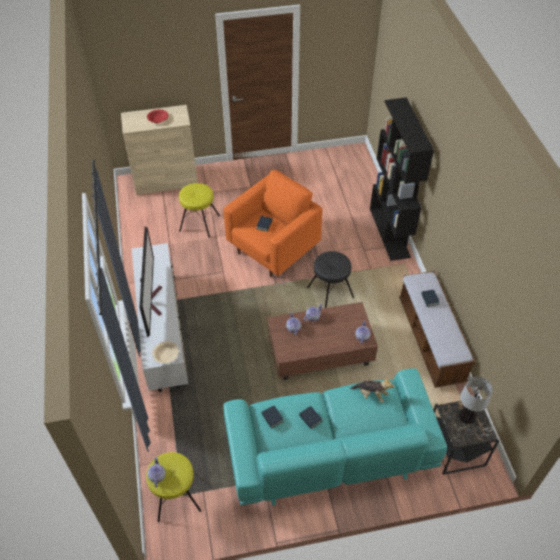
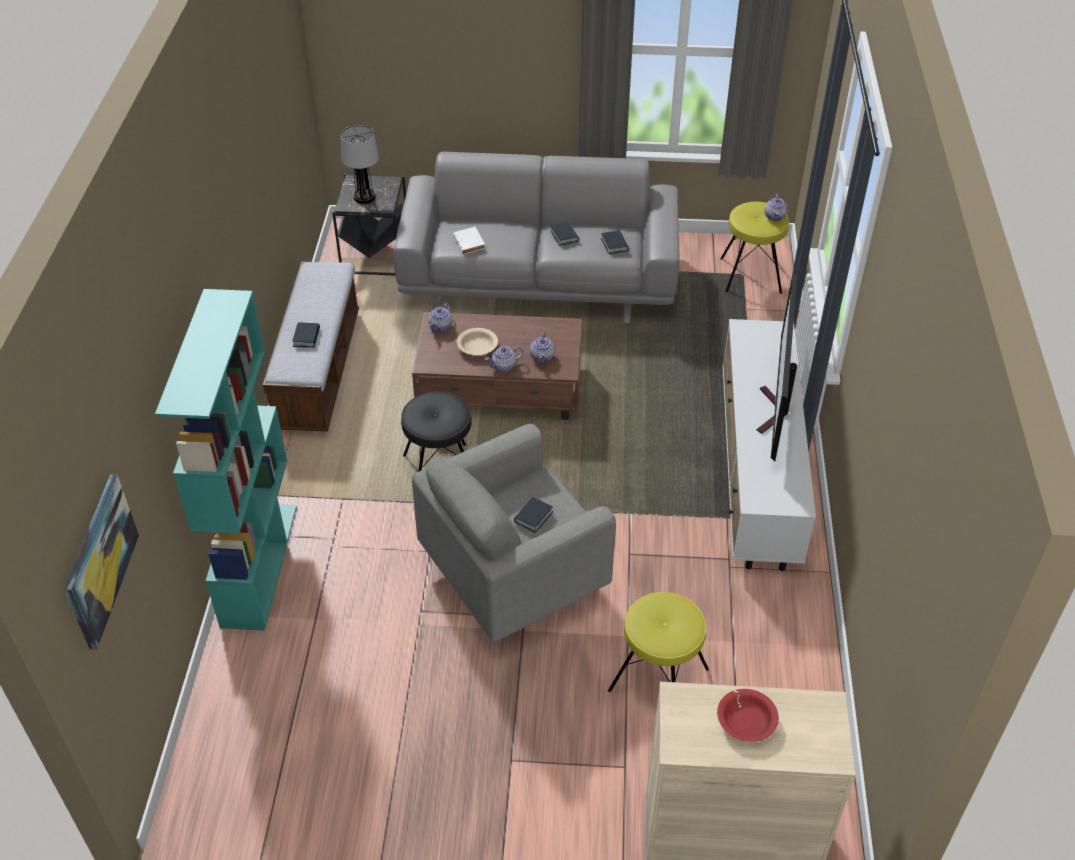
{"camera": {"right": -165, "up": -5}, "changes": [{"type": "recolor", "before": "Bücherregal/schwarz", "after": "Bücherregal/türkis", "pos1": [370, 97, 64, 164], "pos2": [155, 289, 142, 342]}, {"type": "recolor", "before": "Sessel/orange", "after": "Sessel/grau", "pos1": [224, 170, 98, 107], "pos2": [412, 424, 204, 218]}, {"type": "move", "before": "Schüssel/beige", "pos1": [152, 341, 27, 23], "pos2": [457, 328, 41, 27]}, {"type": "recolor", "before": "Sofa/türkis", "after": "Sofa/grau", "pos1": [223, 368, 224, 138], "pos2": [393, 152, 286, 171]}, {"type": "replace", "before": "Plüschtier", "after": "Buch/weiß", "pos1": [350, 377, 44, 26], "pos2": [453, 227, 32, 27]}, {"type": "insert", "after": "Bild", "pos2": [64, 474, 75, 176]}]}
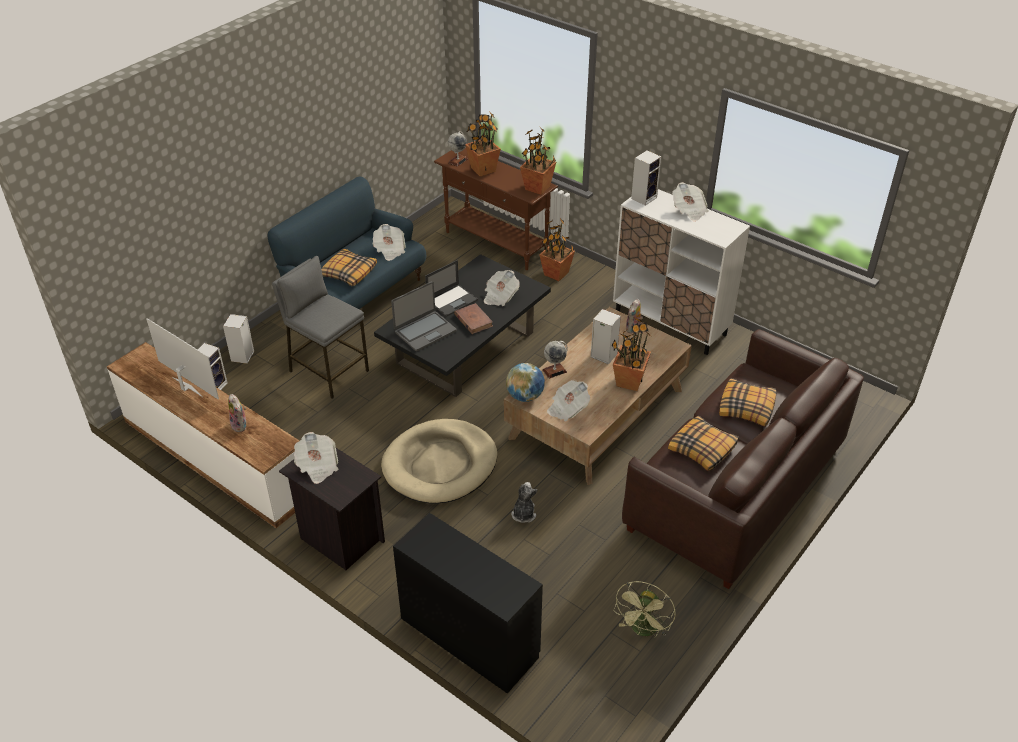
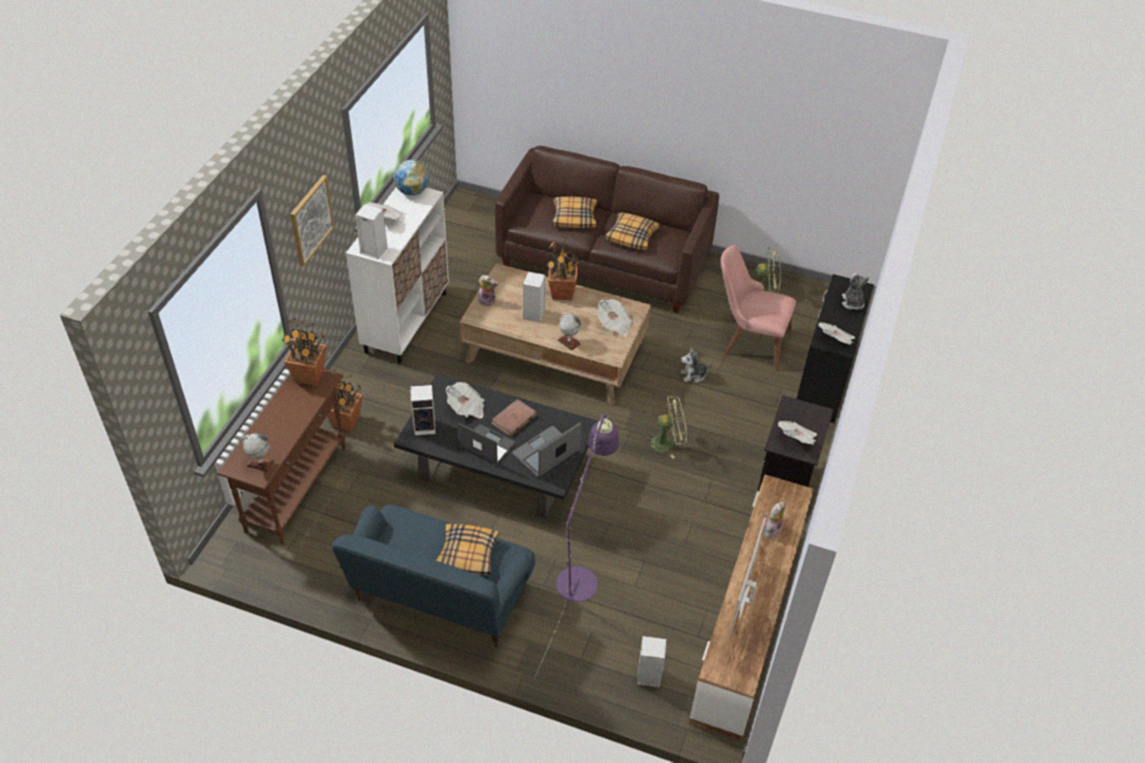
{"camera": {"right": -110, "up": 5}, "changes": [{"type": "delete", "before": "Topfpflanze", "pos1": [465, 111, 36, 65]}, {"type": "move", "before": "Zeitung", "pos1": [373, 224, 33, 37], "pos2": [818, 322, 37, 23]}, {"type": "replace", "before": "Hocker/grau", "after": "Stehlampe/lila", "pos1": [272, 256, 97, 143], "pos2": [534, 414, 85, 266]}, {"type": "rotate", "before": "Laptop", "pos1": [391, 281, 66, 70], "pos2": [512, 422, 69, 55], "turn": -75}, {"type": "move", "before": "Lautsprecher", "pos1": [223, 314, 31, 50], "pos2": [410, 385, 26, 50]}, {"type": "move", "before": "Globus", "pos1": [506, 363, 39, 39], "pos2": [393, 160, 36, 36]}, {"type": "replace", "before": "Hundebett/beige", "after": "Ventilator/grün", "pos1": [381, 419, 116, 85], "pos2": [645, 395, 42, 64]}, {"type": "insert", "after": "Bild", "pos2": [290, 175, 45, 91]}, {"type": "insert", "after": "Stuhl/rosa", "pos2": [721, 245, 75, 126]}, {"type": "insert", "after": "Plüschtier", "pos2": [842, 273, 28, 37]}]}
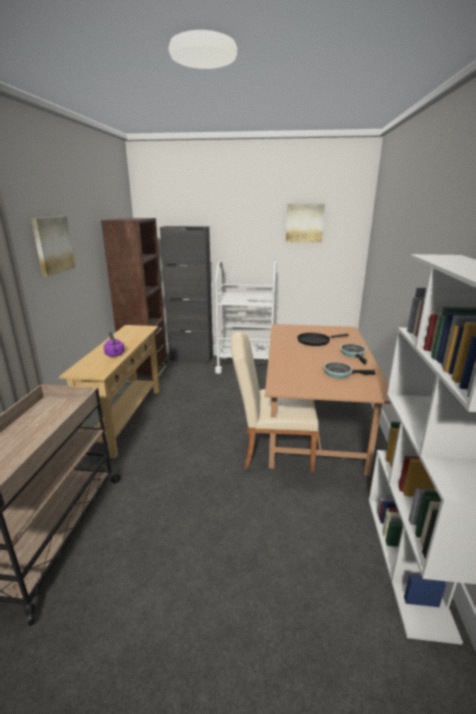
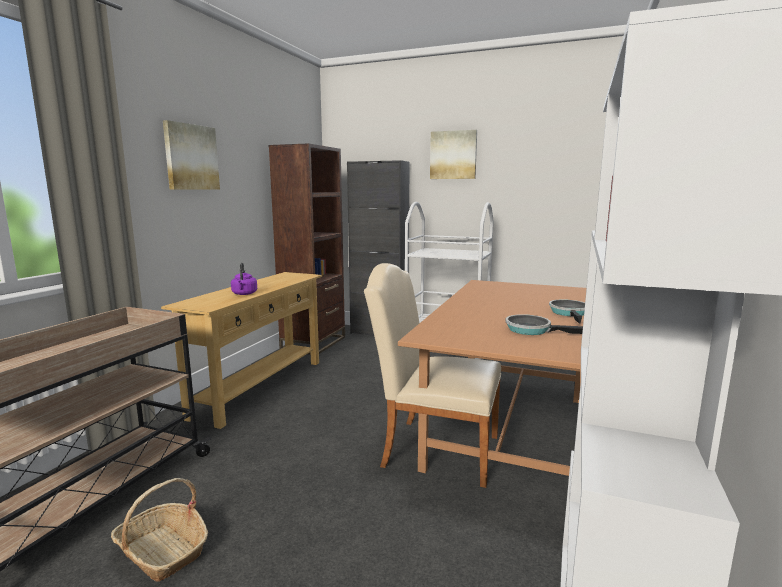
{"camera": {"right": 15, "up": -10}, "changes": [{"type": "move", "before": "Bild", "pos1": [286, 204, 39, 38], "pos2": [430, 130, 47, 49]}, {"type": "delete", "before": "Pfanne/schwarz", "pos1": [297, 333, 52, 13]}, {"type": "insert", "after": "Korb", "pos2": [111, 478, 97, 104]}]}
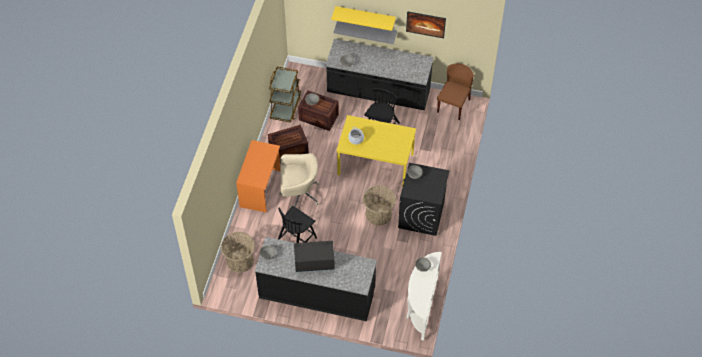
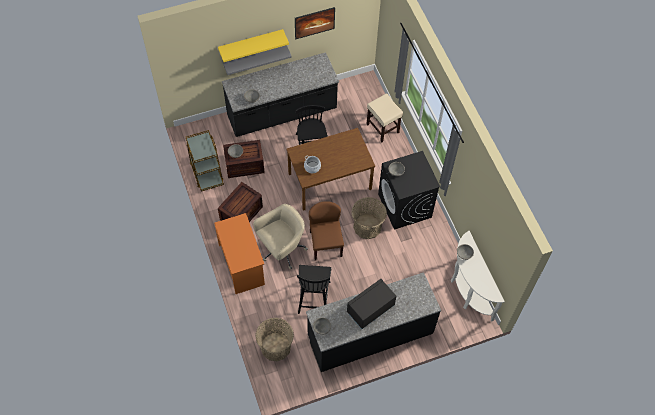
{"camera": {"right": -35, "up": 5}, "changes": [{"type": "move", "before": "Stuhl/braun", "pos1": [437, 63, 37, 57], "pos2": [309, 201, 35, 60]}, {"type": "recolor", "before": "Esstisch/gelb", "after": "Esstisch/braun", "pos1": [336, 115, 80, 73], "pos2": [286, 128, 89, 83]}, {"type": "insert", "after": "Hocker/beige", "pos2": [366, 93, 37, 50]}]}
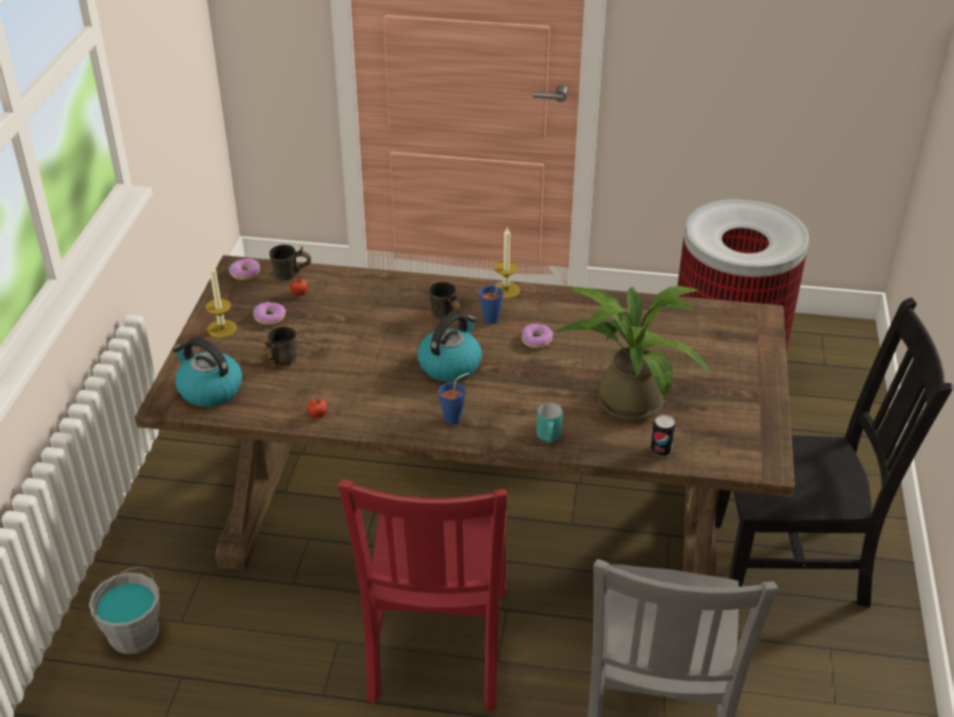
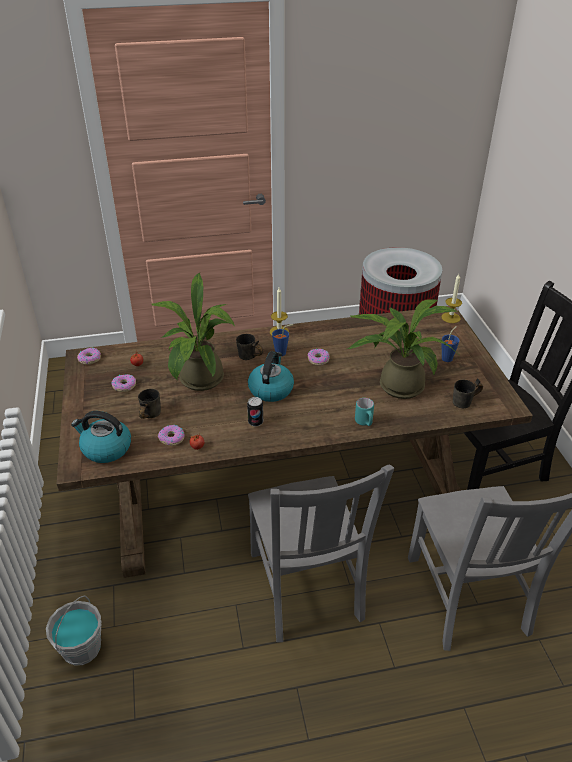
{"camera": {"right": -20, "up": 0}, "changes": [{"type": "move", "before": "Henkelbecher/grau", "pos1": [269, 245, 42, 35], "pos2": [453, 378, 30, 30]}, {"type": "move", "before": "Kerze", "pos1": [206, 265, 31, 73], "pos2": [441, 274, 21, 49]}, {"type": "move", "before": "Tasse/blau", "pos1": [439, 373, 30, 52], "pos2": [442, 326, 18, 36]}, {"type": "move", "before": "Dose", "pos1": [651, 415, 25, 42], "pos2": [247, 397, 16, 29]}, {"type": "recolor", "before": "Stuhl/rot", "after": "Stuhl/grau", "pos1": [338, 479, 169, 233], "pos2": [248, 465, 146, 177]}, {"type": "insert", "after": "Topfpflanze", "pos2": [152, 273, 83, 118]}, {"type": "insert", "after": "Donut", "pos2": [158, 425, 27, 21]}]}
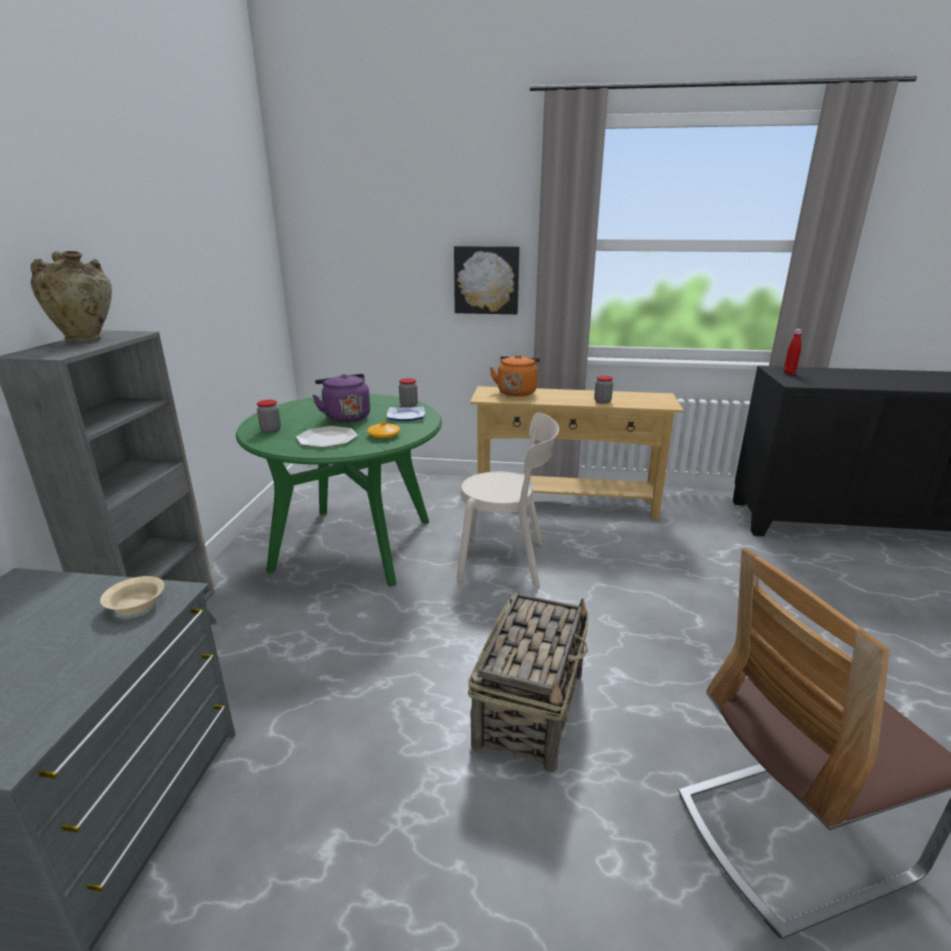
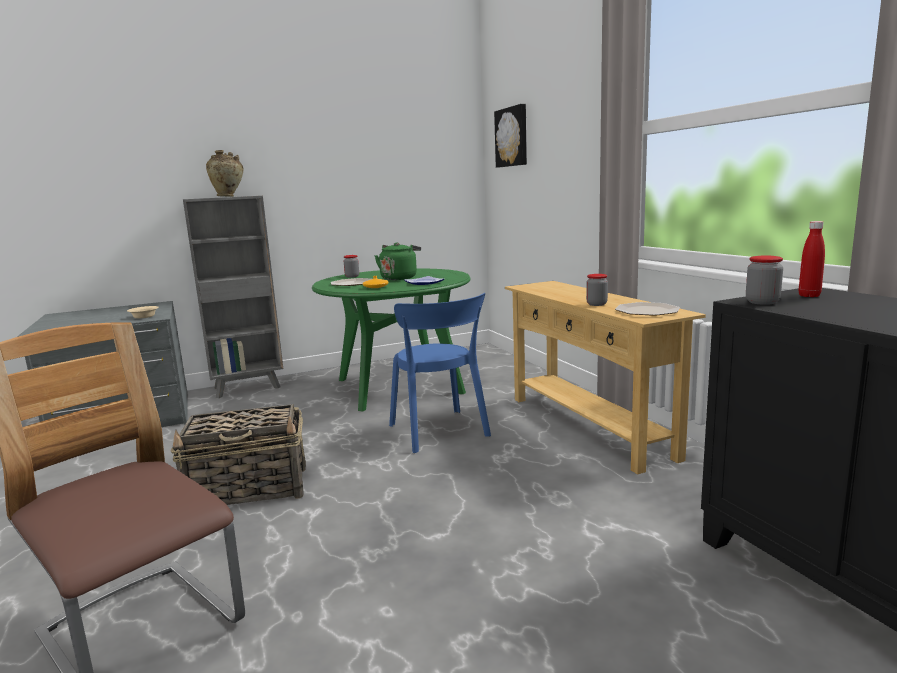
{"camera": {"right": 60, "up": -10}, "changes": [{"type": "move", "before": "Bild", "pos1": [454, 246, 66, 68], "pos2": [494, 104, 33, 64]}, {"type": "delete", "before": "Wasserkessel/orange", "pos1": [490, 355, 50, 41]}, {"type": "recolor", "before": "Wasserkessel/lila", "after": "Wasserkessel/grün", "pos1": [312, 374, 58, 49], "pos2": [374, 242, 47, 38]}, {"type": "move", "before": "Vorratsglas", "pos1": [399, 378, 19, 30], "pos2": [746, 256, 37, 49]}, {"type": "recolor", "before": "Stuhl/beige", "after": "Stuhl/blau", "pos1": [457, 413, 102, 174], "pos2": [389, 293, 102, 160]}, {"type": "insert", "after": "Teller", "pos2": [615, 302, 65, 14]}]}
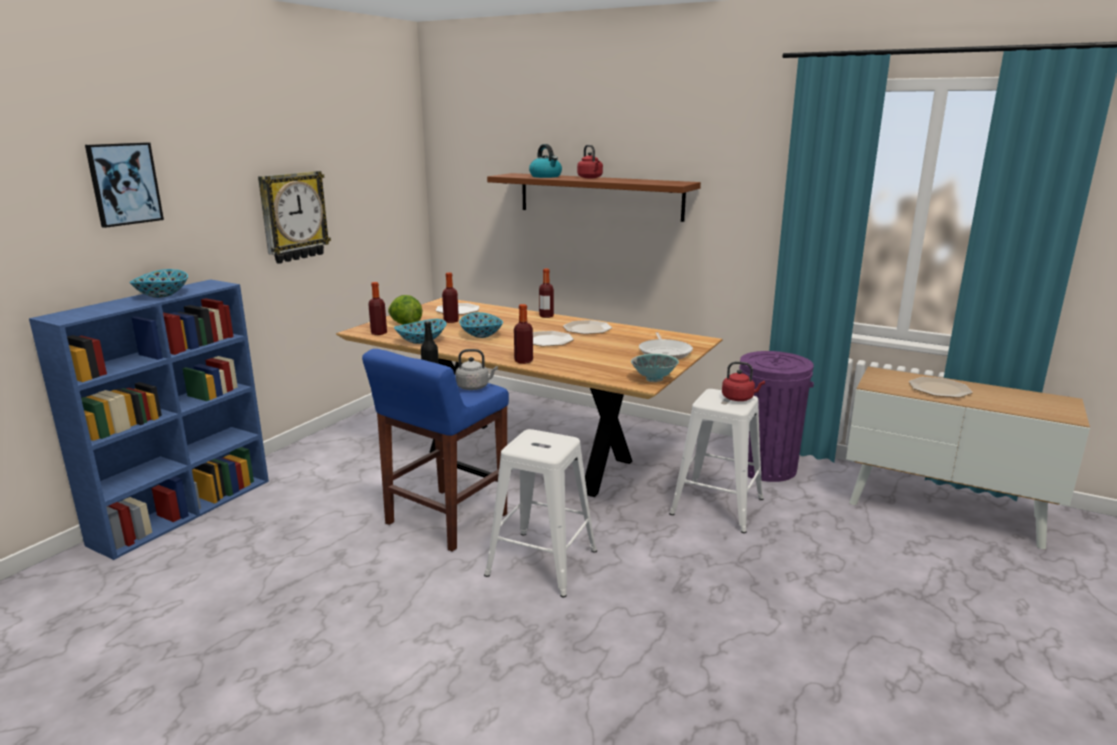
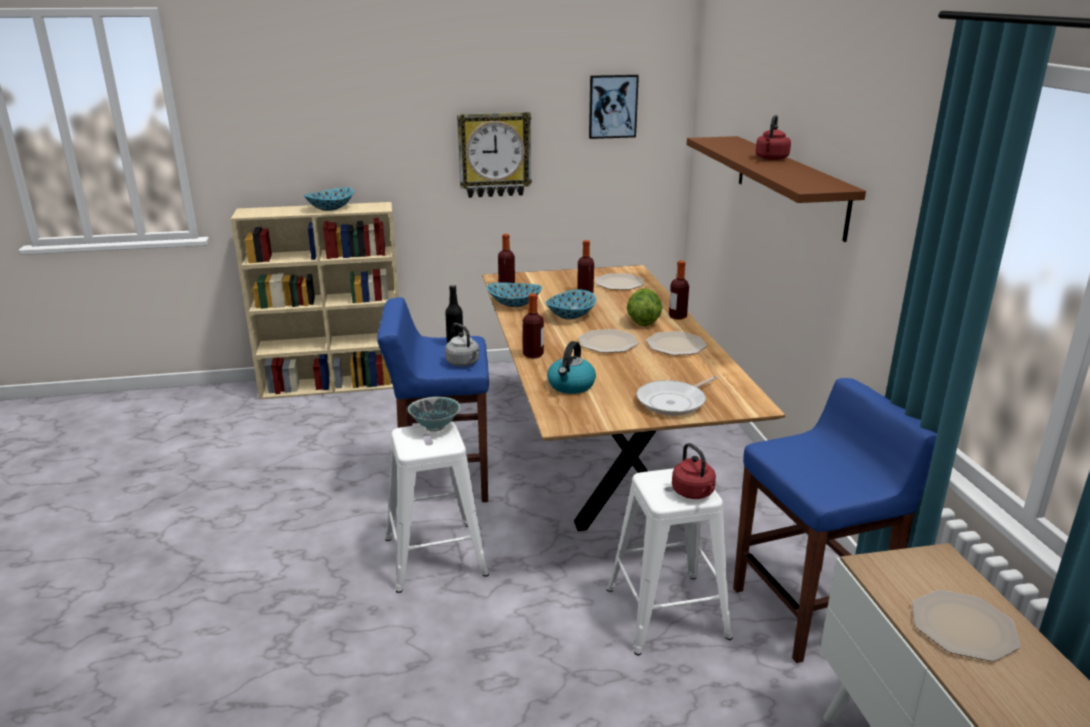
{"camera": {"right": 50, "up": 5}, "changes": [{"type": "move", "before": "Bild", "pos1": [85, 142, 79, 86], "pos2": [589, 75, 50, 64]}, {"type": "move", "before": "Wasserkessel", "pos1": [529, 144, 33, 34], "pos2": [547, 341, 49, 53]}, {"type": "recolor", "before": "Bücherregal/blau", "after": "Bücherregal/beige", "pos1": [29, 279, 240, 281], "pos2": [231, 202, 168, 197]}, {"type": "move", "before": "Salatkopf", "pos1": [388, 295, 34, 30], "pos2": [627, 288, 35, 38]}, {"type": "replace", "before": "Mülleimer/lila", "after": "Hocker/blau", "pos1": [739, 351, 75, 131], "pos2": [733, 378, 204, 285]}, {"type": "move", "before": "Schüssel", "pos1": [631, 354, 48, 28], "pos2": [408, 397, 52, 35]}]}
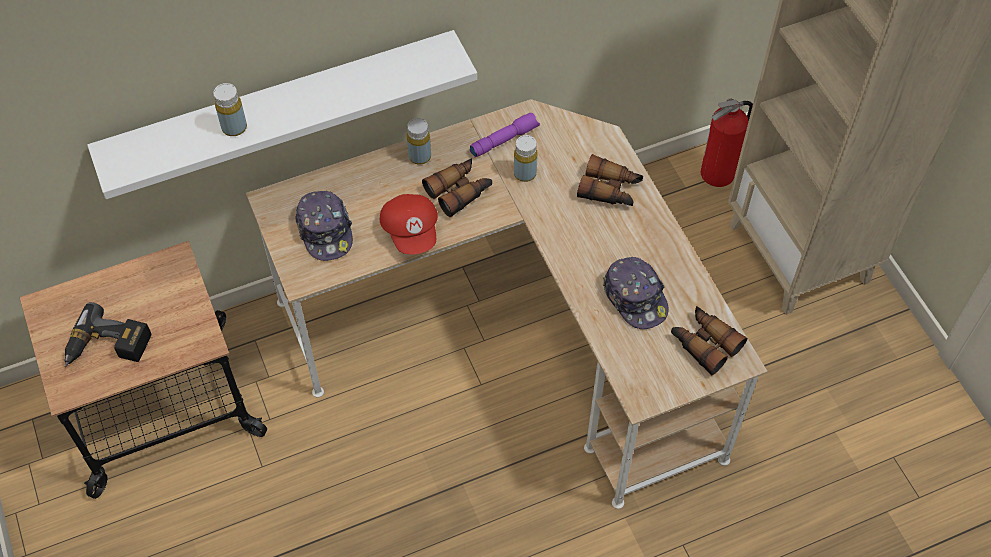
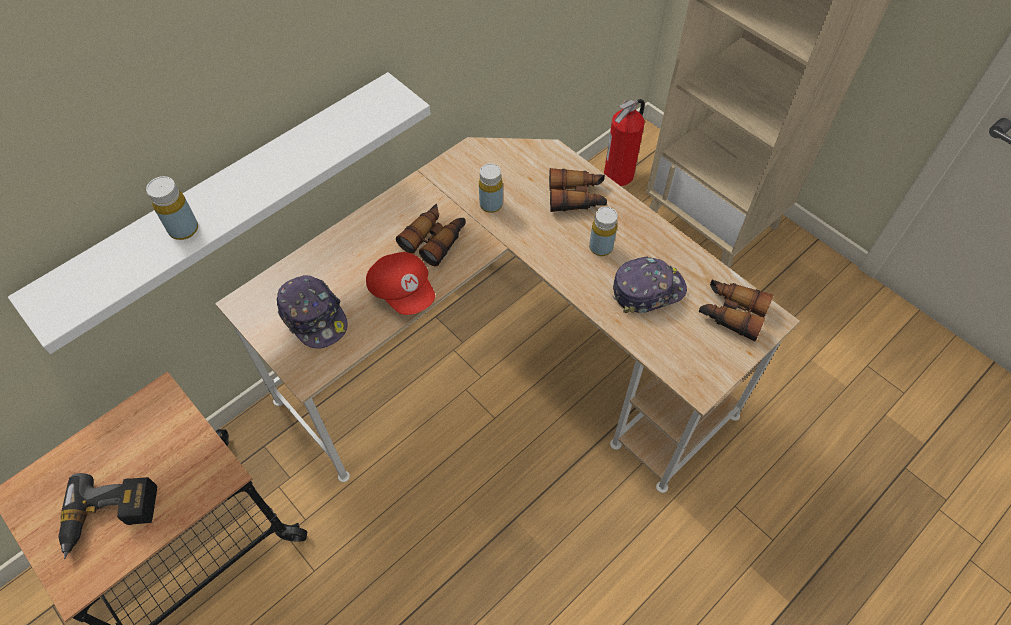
{"camera": {"right": -20, "up": 0}, "changes": [{"type": "delete", "before": "Taschenlampe/lila", "pos1": [470, 113, 70, 45]}, {"type": "move", "before": "Flasche/gelb", "pos1": [407, 118, 24, 47], "pos2": [589, 207, 29, 49]}, {"type": "rotate", "before": "Kappe", "pos1": [603, 257, 66, 72], "pos2": [613, 256, 74, 57], "turn": -60}]}
